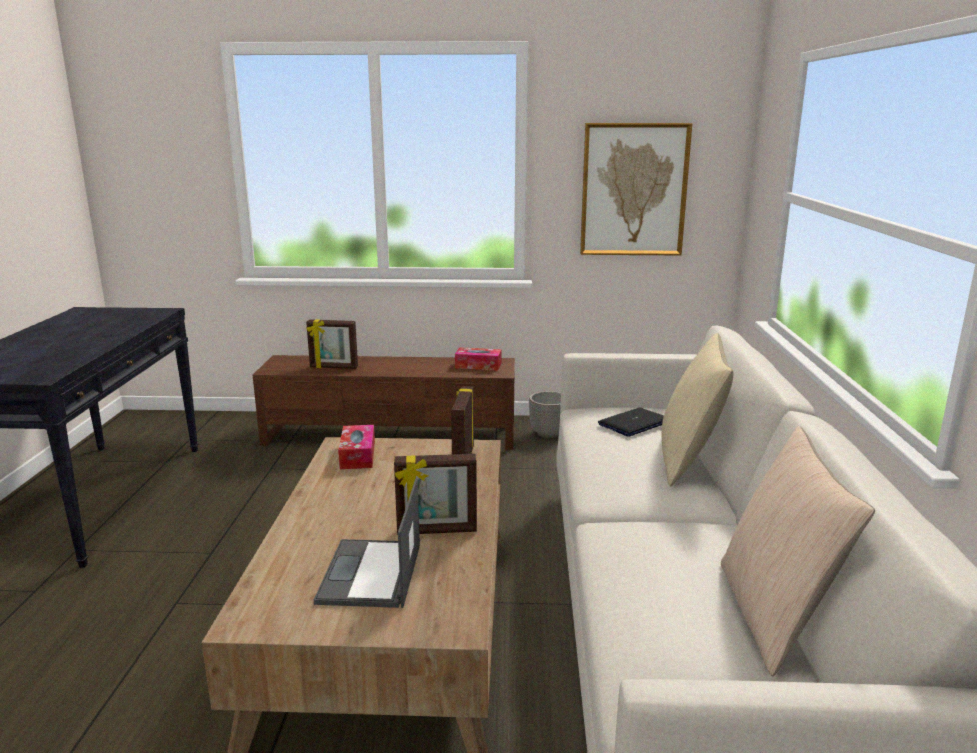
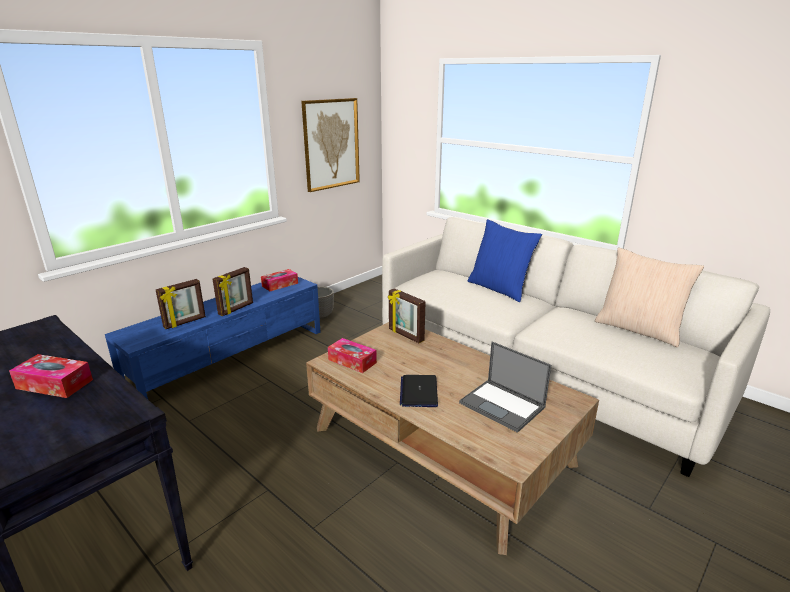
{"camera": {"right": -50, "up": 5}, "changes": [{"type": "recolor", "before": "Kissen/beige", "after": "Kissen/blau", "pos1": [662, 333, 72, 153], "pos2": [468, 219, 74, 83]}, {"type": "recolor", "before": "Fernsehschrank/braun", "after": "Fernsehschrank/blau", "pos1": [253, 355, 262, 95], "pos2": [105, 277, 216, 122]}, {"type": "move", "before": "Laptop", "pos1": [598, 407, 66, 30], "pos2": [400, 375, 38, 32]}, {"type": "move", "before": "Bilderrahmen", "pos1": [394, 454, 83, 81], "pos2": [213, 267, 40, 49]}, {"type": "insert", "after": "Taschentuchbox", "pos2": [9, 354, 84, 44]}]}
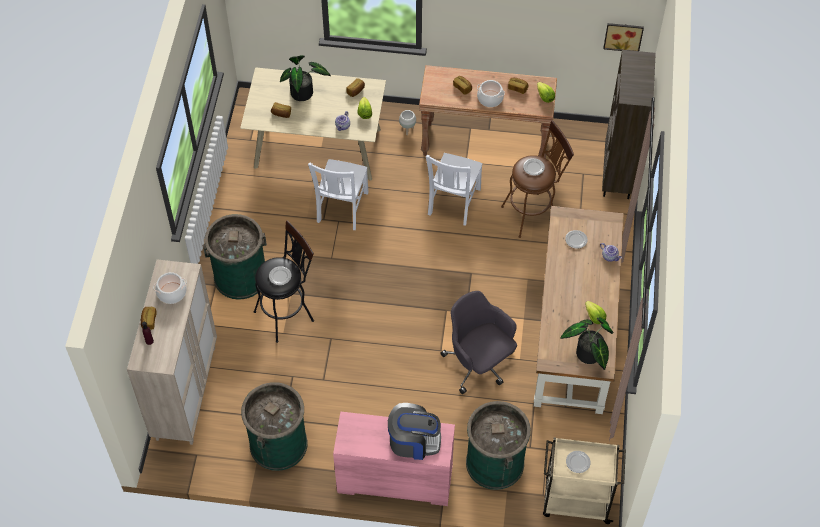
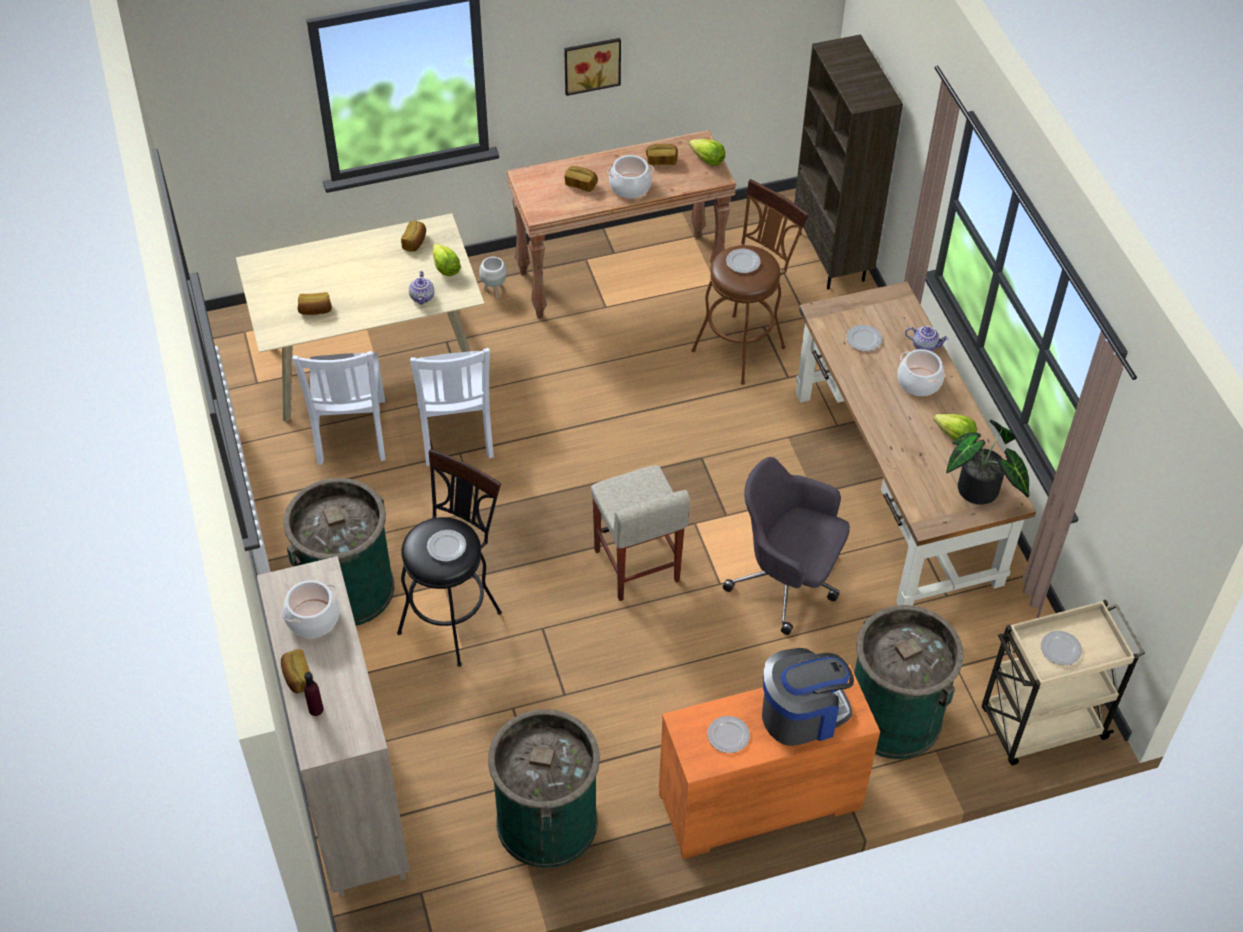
{"camera": {"right": -25, "up": -5}, "changes": [{"type": "move", "before": "Bild", "pos1": [603, 23, 41, 28], "pos2": [564, 38, 57, 58]}, {"type": "delete", "before": "Topfpflanze", "pos1": [280, 55, 51, 46]}, {"type": "move", "before": "Stuhl/weiß", "pos1": [426, 153, 57, 72], "pos2": [292, 351, 93, 114]}, {"type": "recolor", "before": "Kommode/rosa", "after": "Kommode/orange", "pos1": [333, 412, 122, 94], "pos2": [659, 665, 221, 194]}, {"type": "insert", "after": "Kochtopf", "pos2": [897, 349, 48, 47]}, {"type": "insert", "after": "Hocker/beige", "pos2": [591, 465, 99, 136]}, {"type": "insert", "after": "Teller", "pos2": [707, 716, 43, 37]}]}
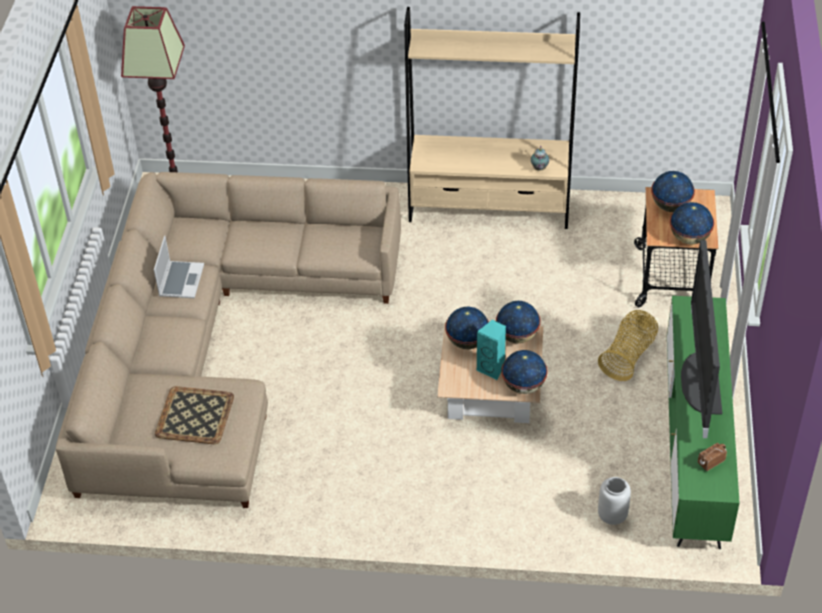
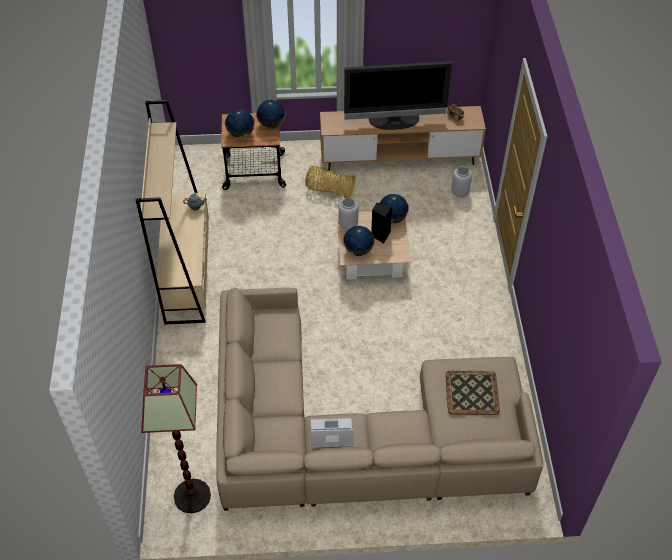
{"camera": {"right": -100, "up": 5}, "changes": [{"type": "recolor", "before": "Fernsehschrank/grün", "after": "Fernsehschrank/braun", "pos1": [667, 296, 73, 253], "pos2": [320, 106, 166, 65]}, {"type": "replace", "before": "Globus", "after": "Vase/grau", "pos1": [496, 301, 45, 43], "pos2": [338, 198, 21, 32]}, {"type": "recolor", "before": "Lautsprecher/türkis", "after": "Lautsprecher/schwarz", "pos1": [476, 319, 30, 61], "pos2": [371, 203, 21, 40]}]}
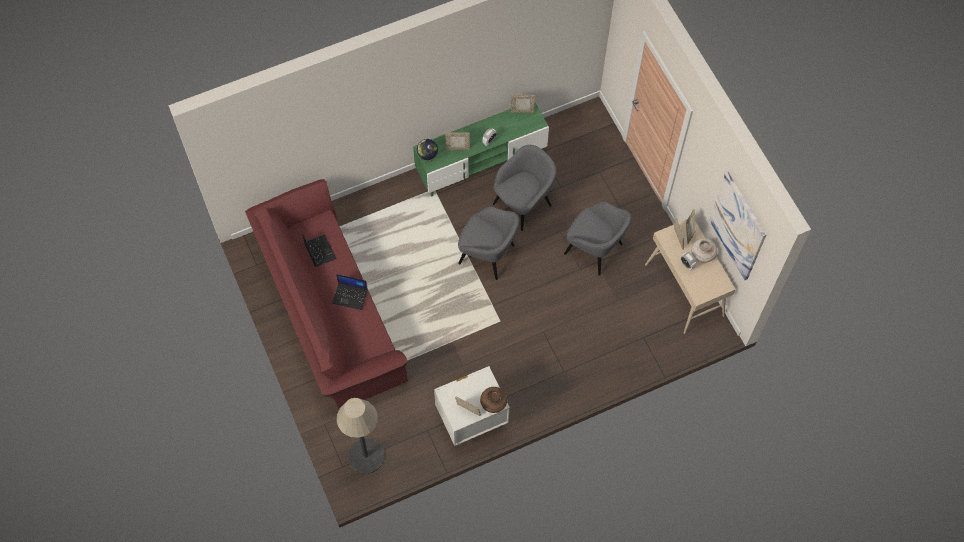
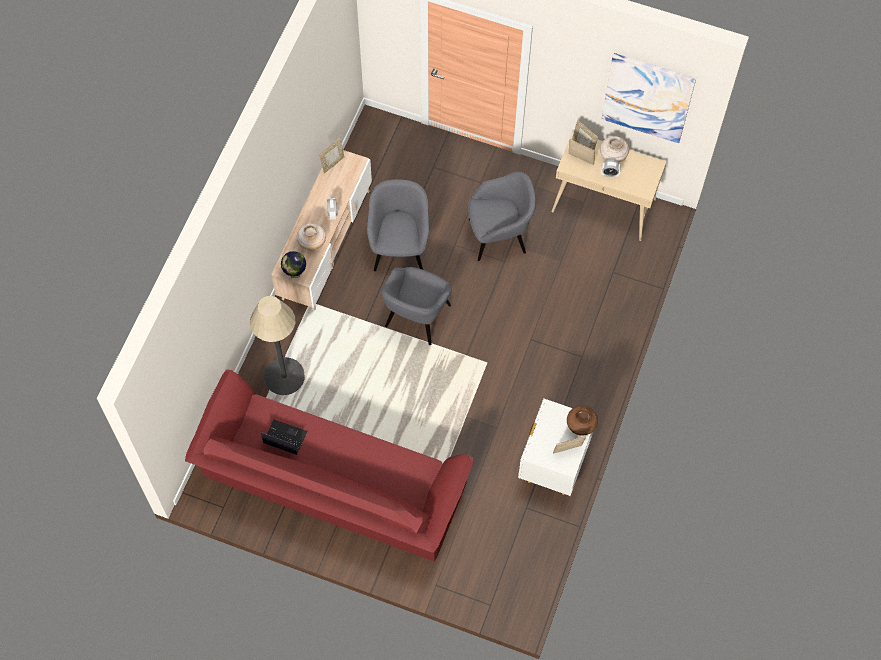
{"camera": {"right": -45, "up": 0}, "changes": [{"type": "recolor", "before": "Fernsehschrank/grün", "after": "Fernsehschrank/beige", "pos1": [413, 103, 136, 94], "pos2": [271, 150, 101, 161]}, {"type": "replace", "before": "Bilderrahmen", "after": "Vase/beige", "pos1": [446, 133, 24, 17], "pos2": [297, 224, 29, 26]}, {"type": "rotate", "before": "Sessel/grau", "pos1": [458, 207, 61, 73], "pos2": [381, 267, 71, 78], "turn": 135}, {"type": "delete", "before": "Laptop", "pos1": [332, 274, 36, 36]}, {"type": "move", "before": "Stehlampe", "pos1": [337, 398, 47, 76], "pos2": [250, 296, 55, 99]}]}
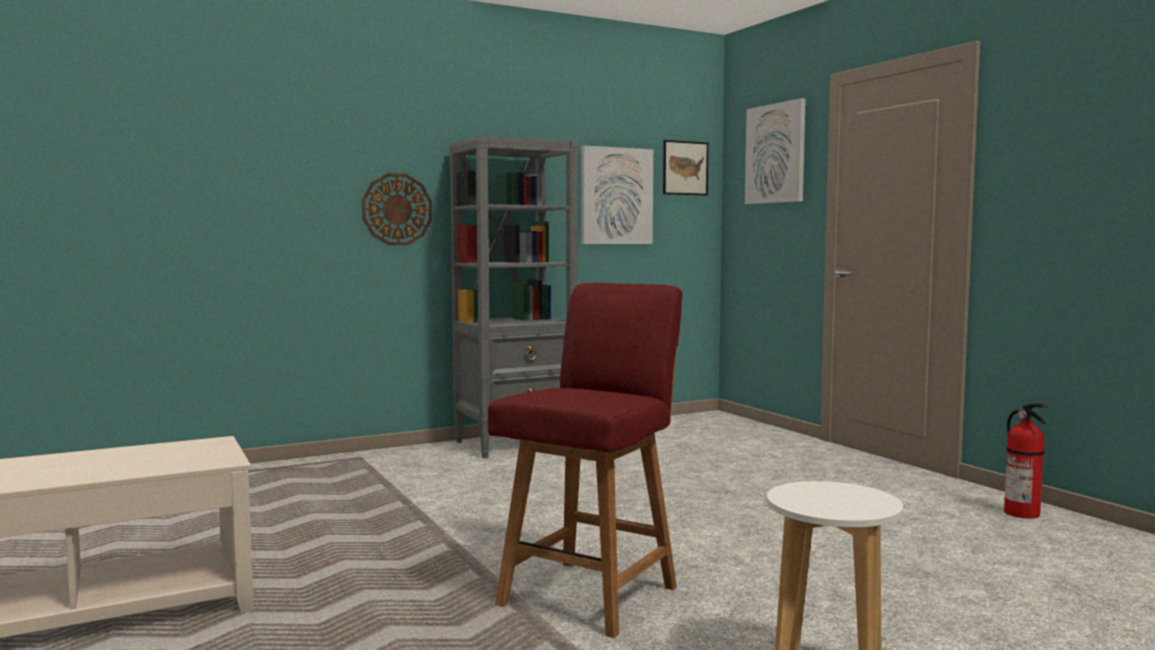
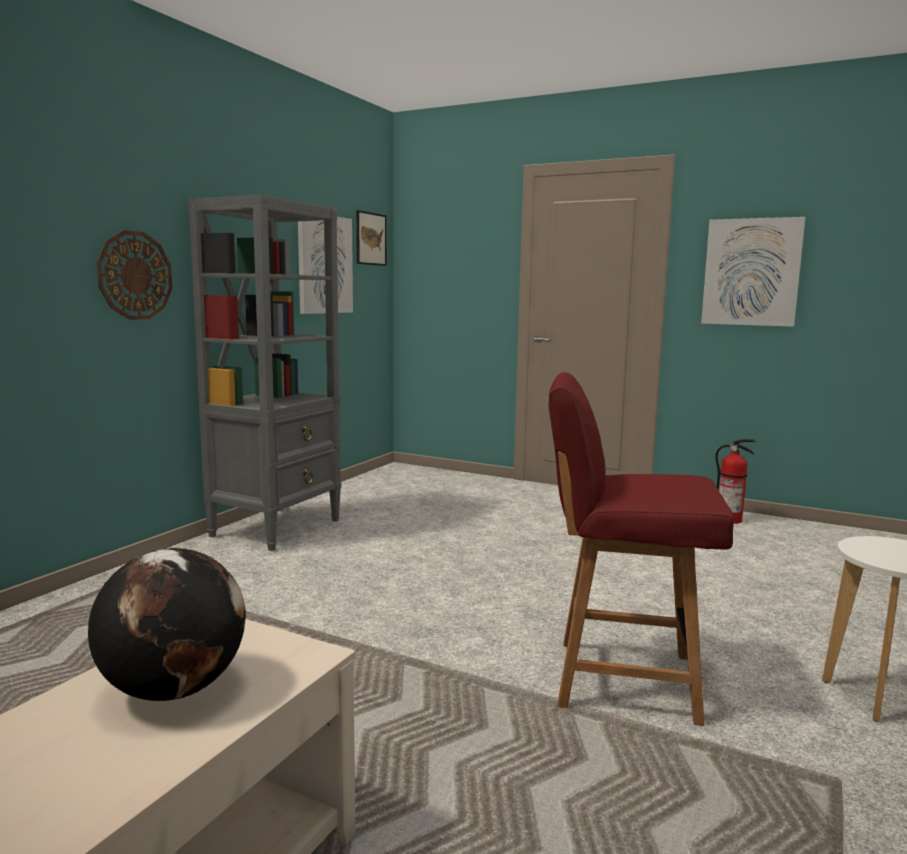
{"camera": {"right": -35, "up": 5}, "changes": [{"type": "move", "before": "Bild", "pos1": [745, 98, 61, 106], "pos2": [701, 217, 104, 110]}, {"type": "rotate", "before": "Stuhl/rot", "pos1": [488, 283, 195, 355], "pos2": [548, 372, 186, 354], "turn": -75}, {"type": "insert", "after": "Globus", "pos2": [88, 548, 158, 153]}]}
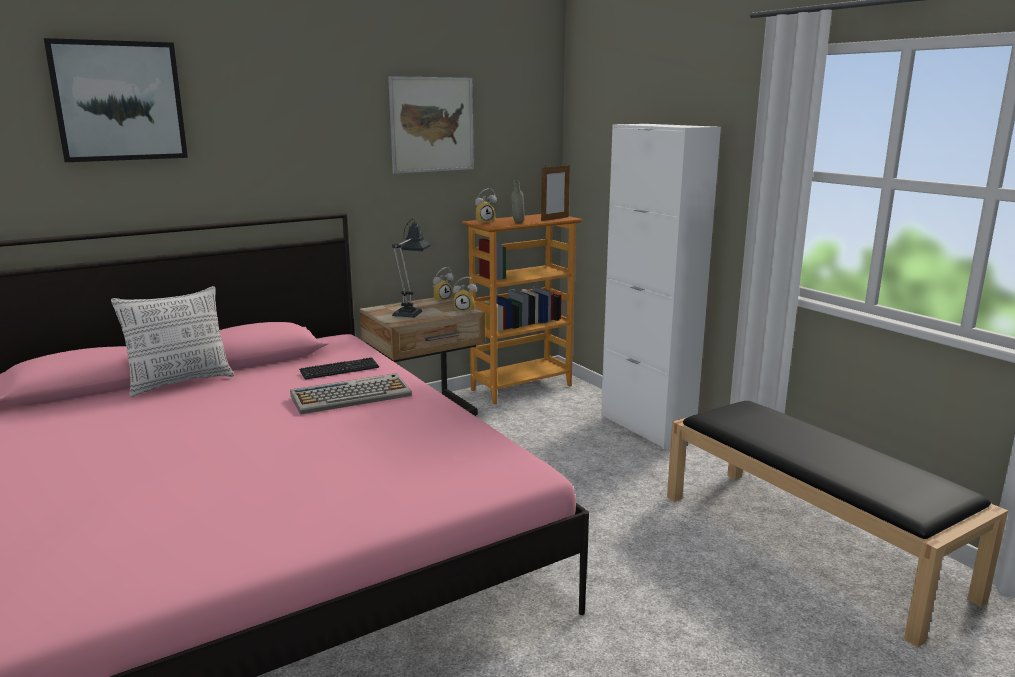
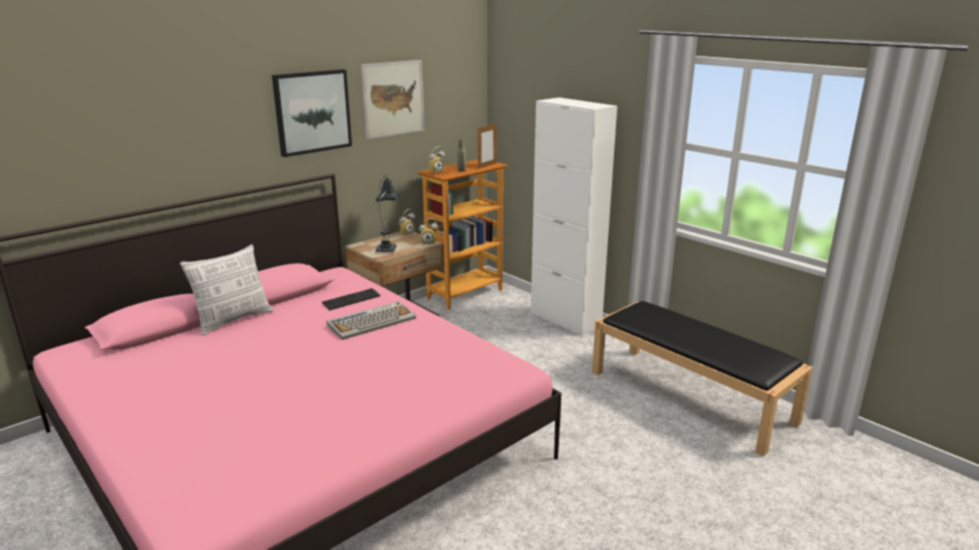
{"camera": {"right": -10, "up": 5}, "changes": [{"type": "move", "before": "Bild", "pos1": [44, 38, 144, 124], "pos2": [272, 69, 80, 88]}]}
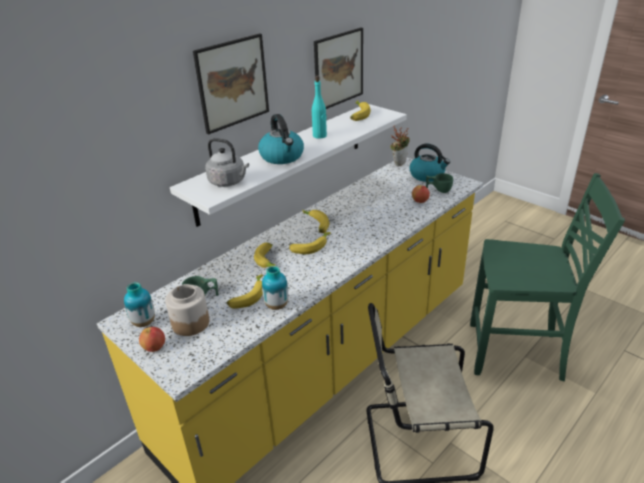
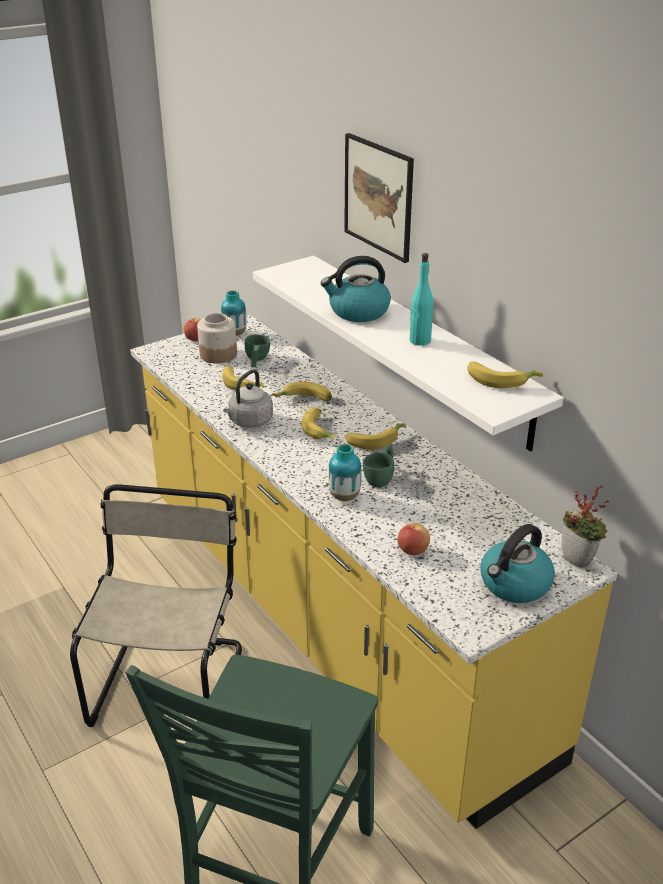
{"camera": {"right": 100, "up": 0}, "changes": [{"type": "delete", "before": "Bild", "pos1": [314, 28, 49, 81]}, {"type": "move", "before": "Wasserkessel/grau", "pos1": [205, 138, 44, 49], "pos2": [223, 369, 50, 59]}, {"type": "move", "before": "Tasse/grün", "pos1": [426, 173, 27, 20], "pos2": [363, 445, 31, 42]}, {"type": "move", "before": "Vase", "pos1": [262, 266, 26, 44], "pos2": [329, 444, 33, 57]}]}
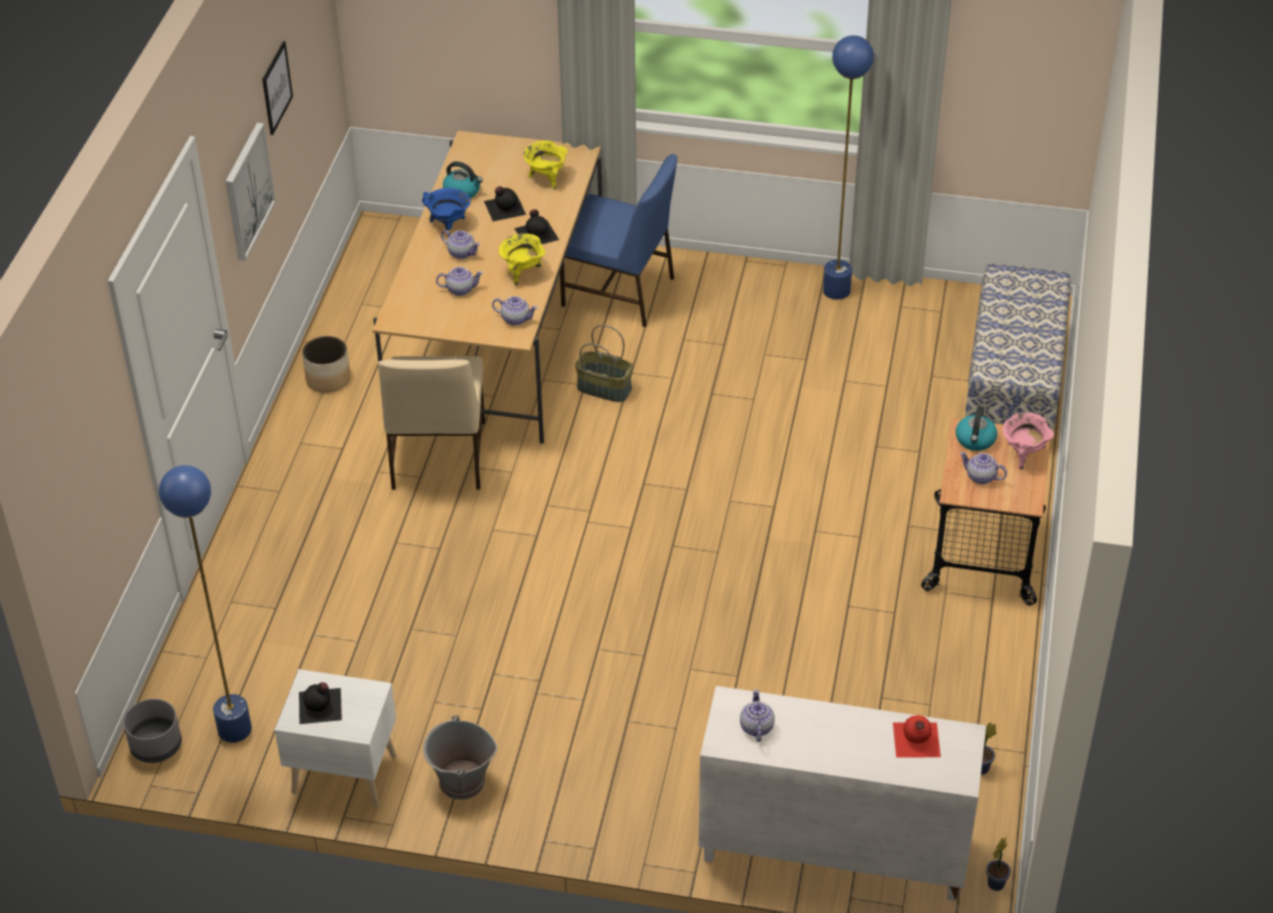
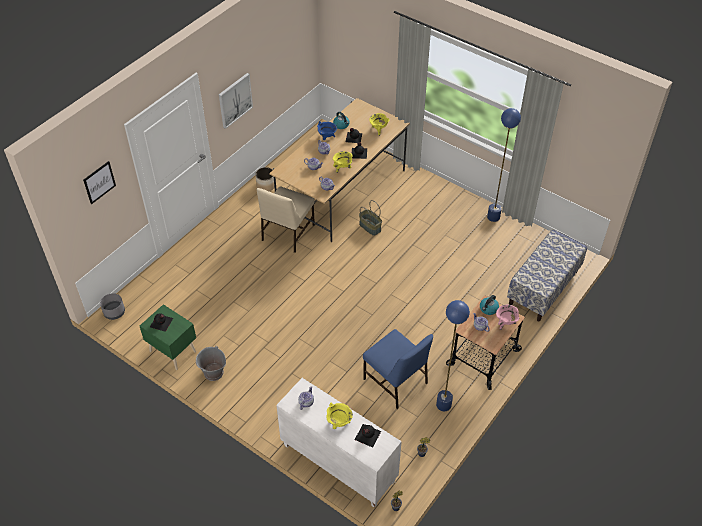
{"camera": {"right": 25, "up": 5}, "changes": [{"type": "move", "before": "Bild", "pos1": [262, 41, 31, 94], "pos2": [83, 161, 33, 43]}, {"type": "move", "before": "Stuhl/blau", "pos1": [560, 154, 117, 173], "pos2": [363, 329, 70, 80]}, {"type": "move", "before": "Stehlampe/blau", "pos1": [159, 465, 93, 278], "pos2": [436, 300, 34, 111]}, {"type": "recolor", "before": "Nachttisch/weiß", "after": "Nachttisch/grün", "pos1": [275, 669, 121, 138], "pos2": [140, 304, 56, 66]}, {"type": "recolor", "before": "Flasche/rot", "after": "Flasche/schwarz", "pos1": [893, 715, 48, 42], "pos2": [355, 424, 26, 24]}, {"type": "insert", "after": "Kochtopf/gelb", "pos2": [327, 403, 26, 26]}]}
